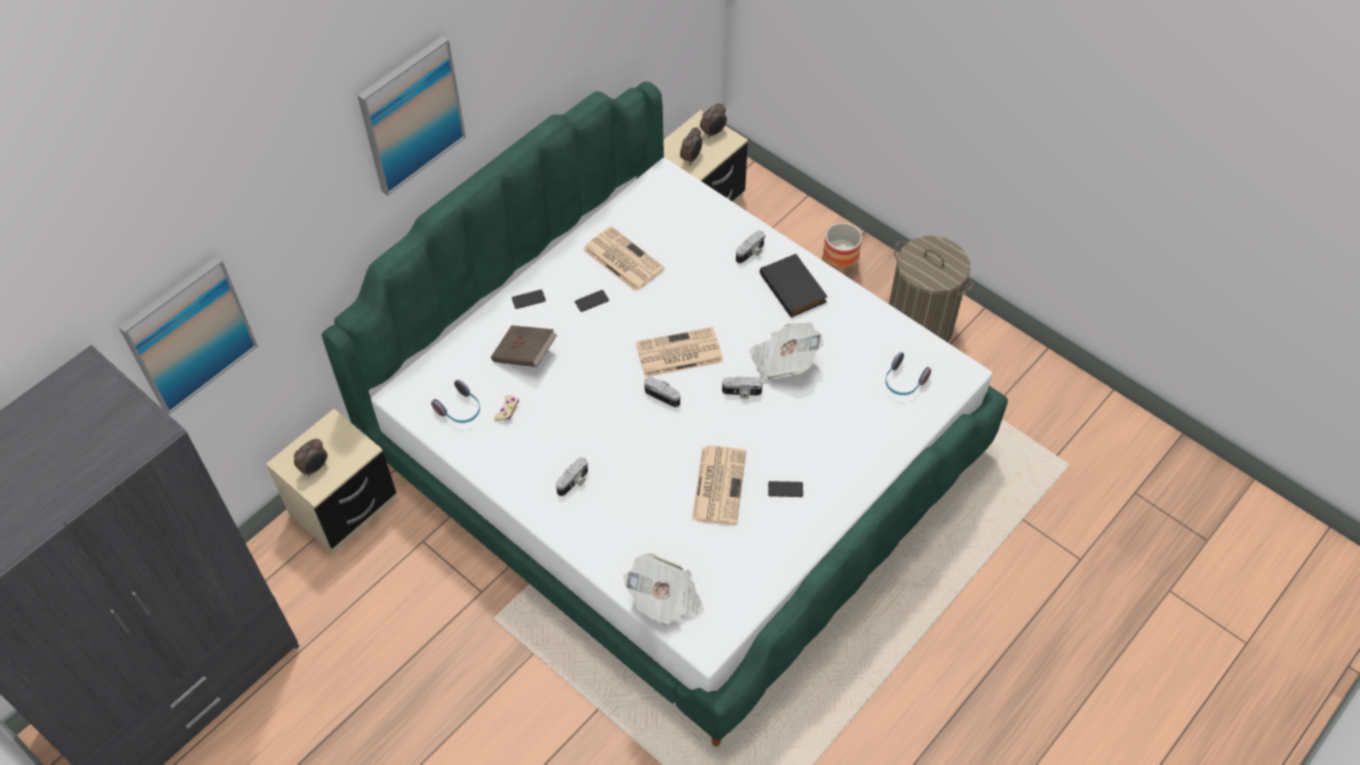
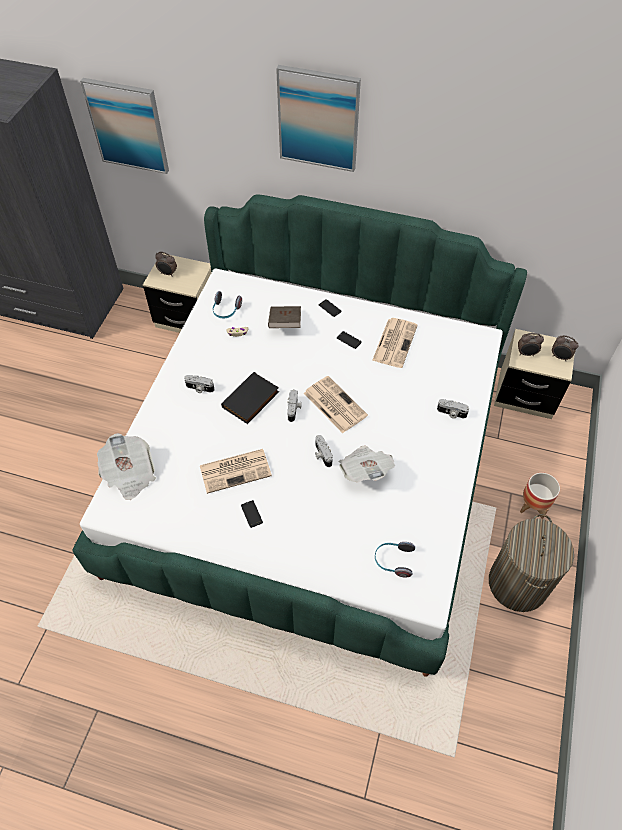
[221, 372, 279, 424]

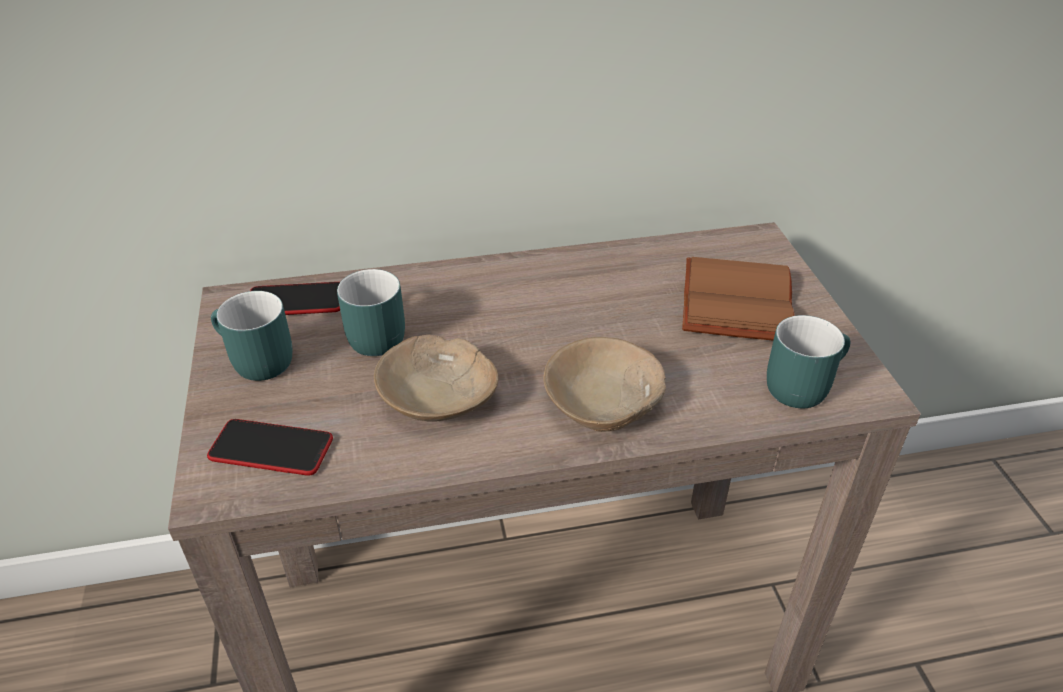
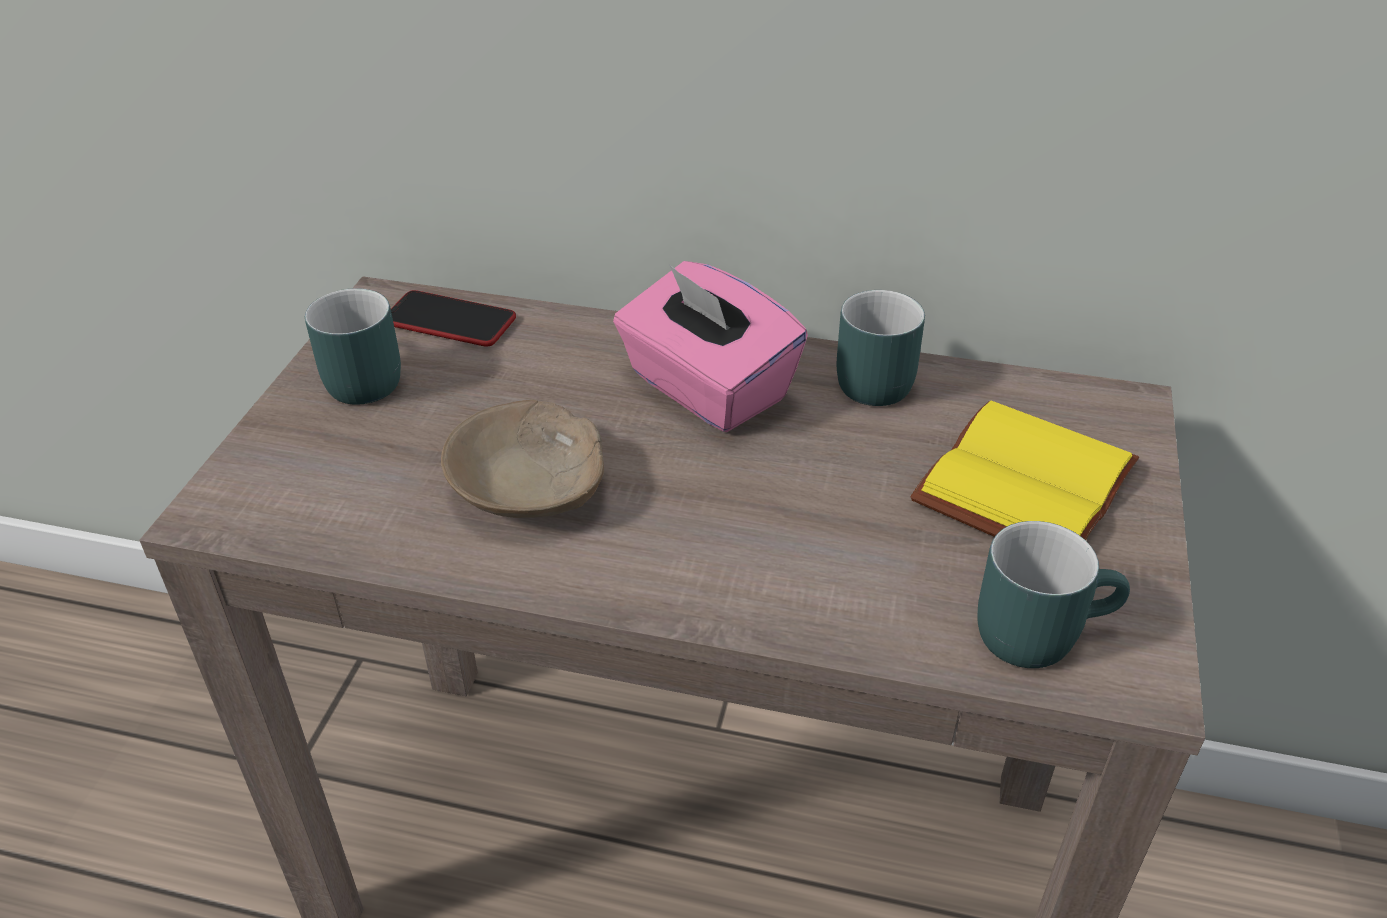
[910, 401, 1139, 540]
[837, 290, 925, 406]
[543, 337, 666, 432] (first image)
[207, 419, 333, 476] (first image)
[613, 261, 808, 432]

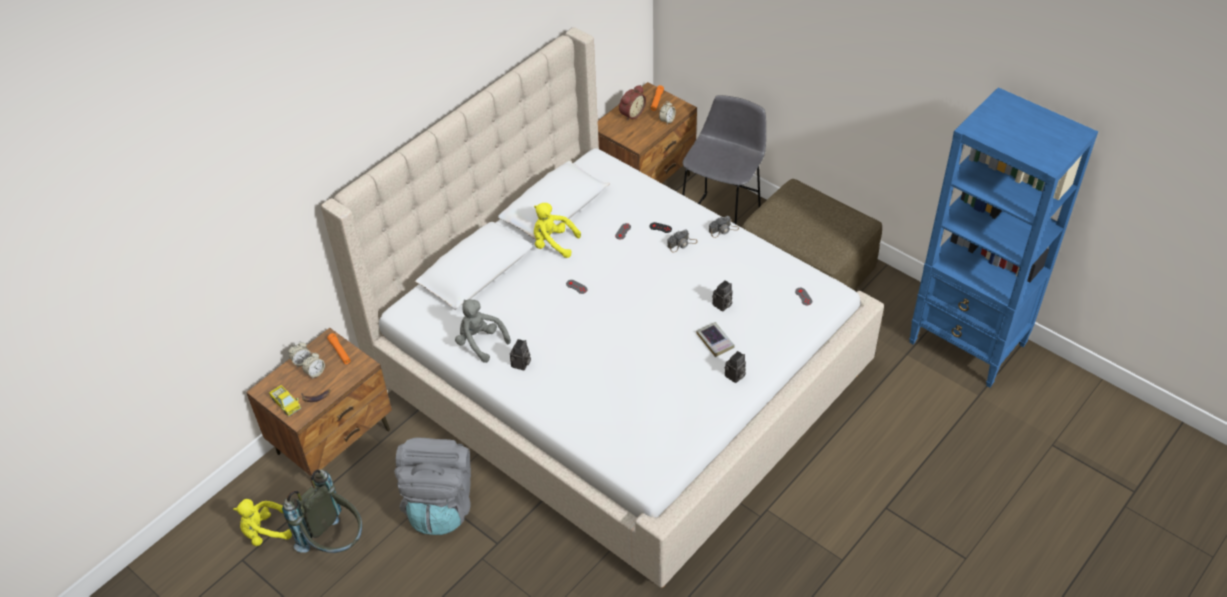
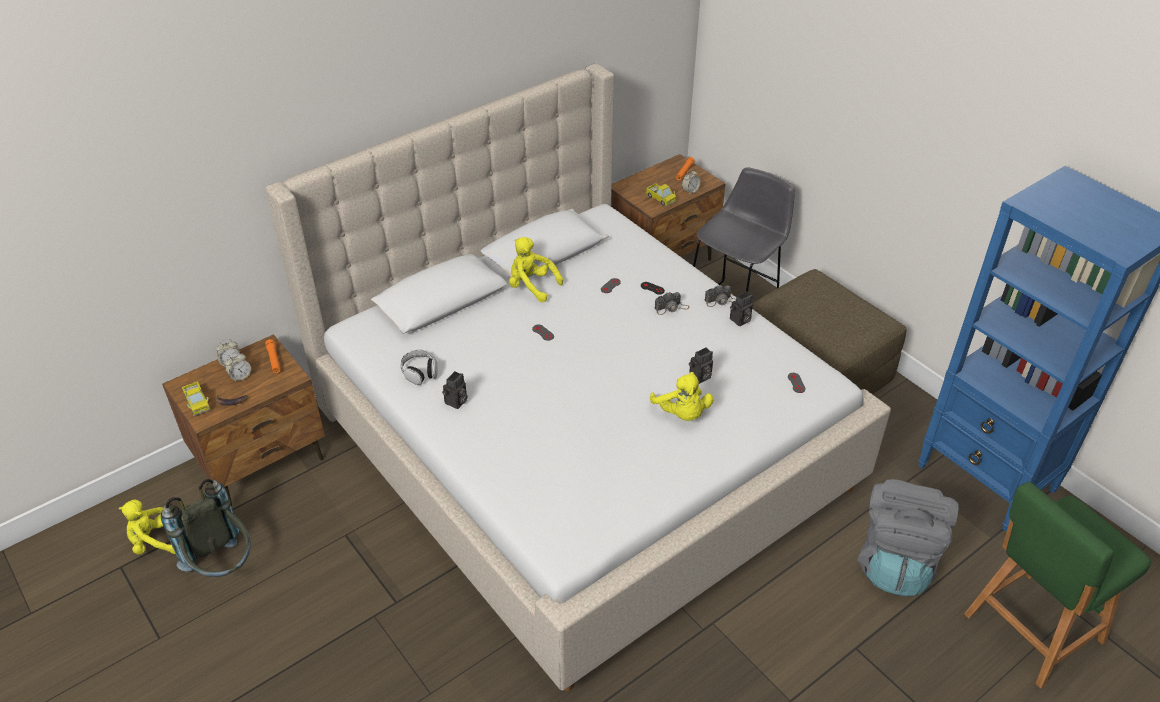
[619, 85, 646, 121] (first image)
[400, 350, 438, 385]
[650, 372, 714, 421]
[730, 291, 753, 326]
[857, 479, 959, 597]
[646, 183, 677, 206]
[964, 482, 1151, 688]

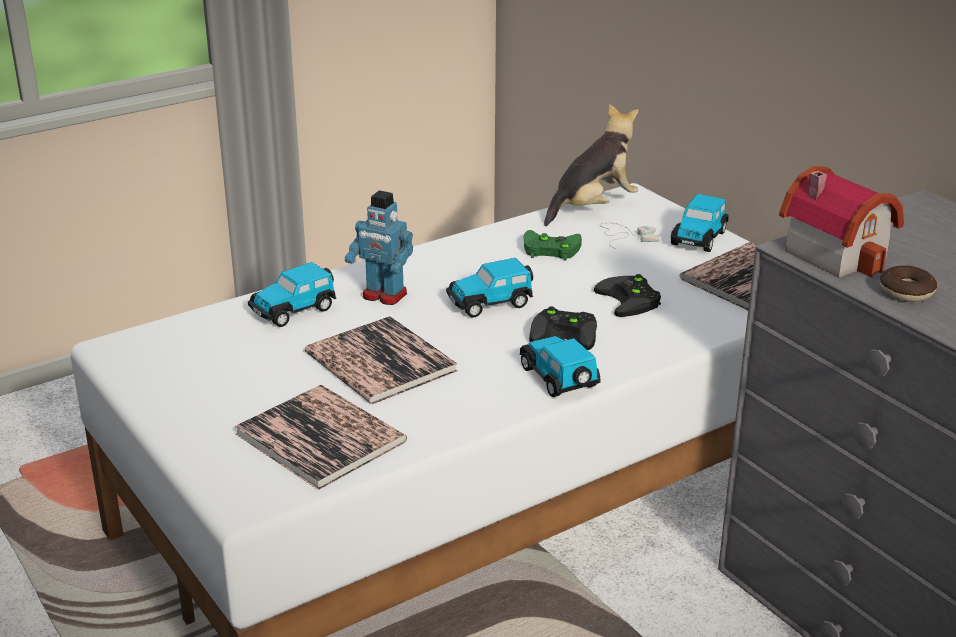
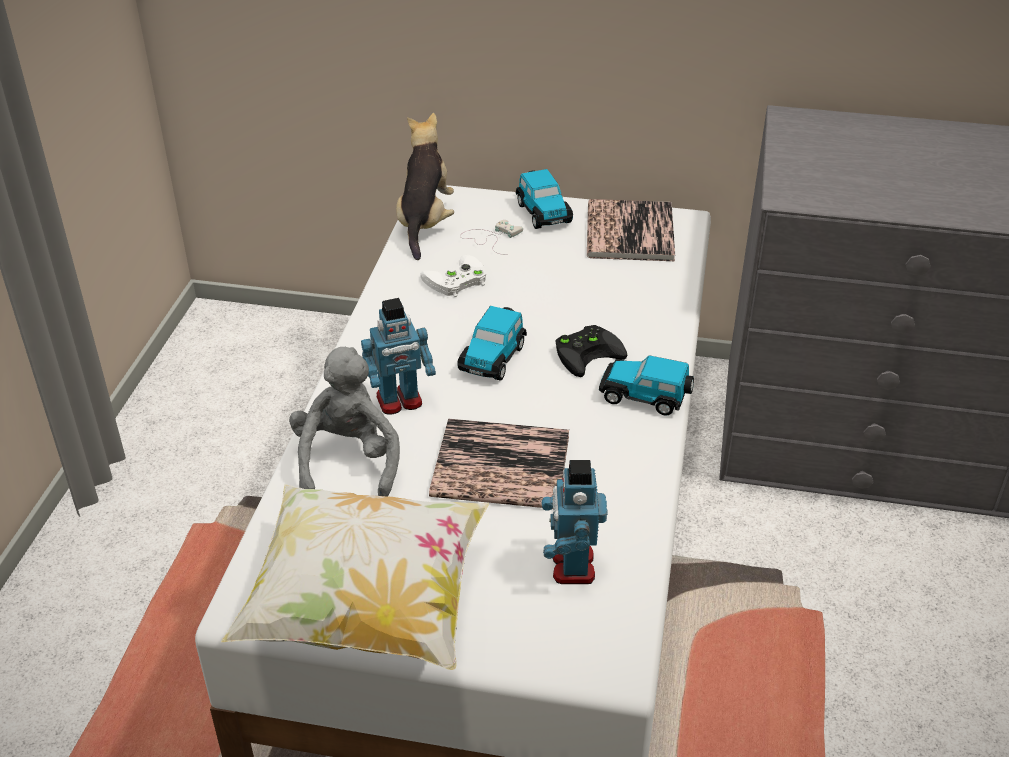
[779, 166, 904, 278] (first image)
[420, 255, 486, 297]
[289, 347, 400, 497]
[880, 265, 937, 302] (first image)
[594, 274, 661, 317] (first image)
[542, 460, 608, 584]
[221, 484, 489, 670]

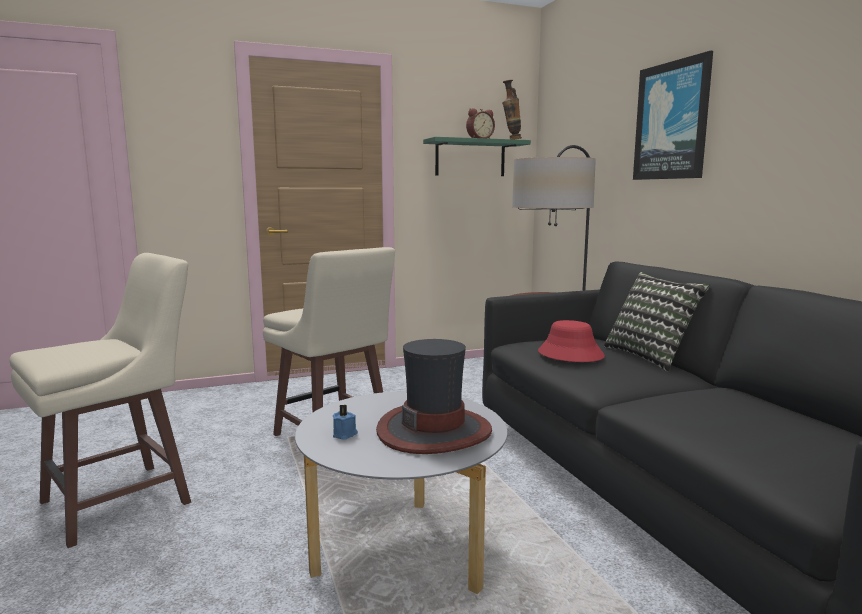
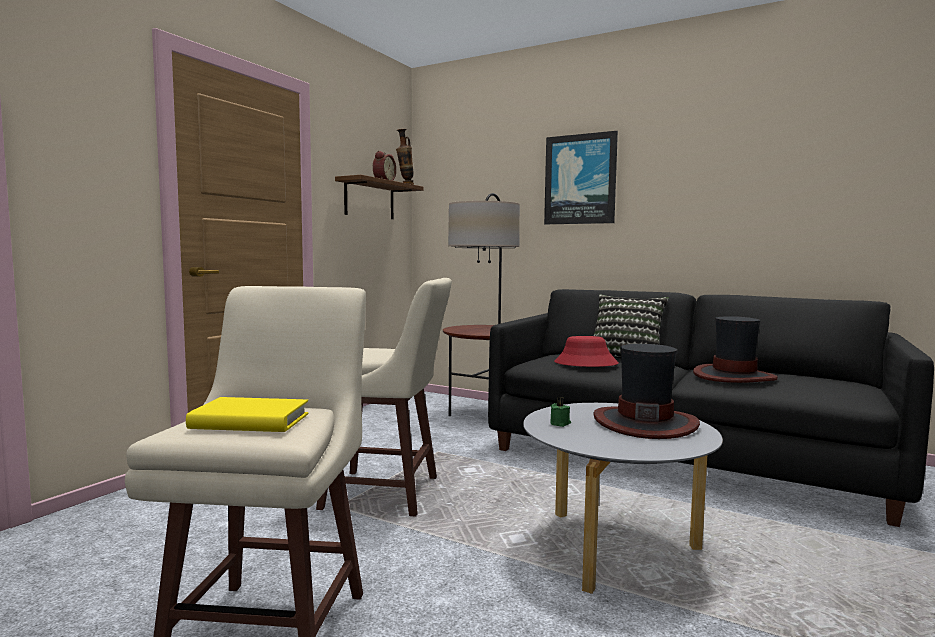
[335, 175, 424, 219]
[333, 404, 358, 440] (first image)
[693, 316, 778, 383]
[186, 397, 309, 432]
[551, 397, 571, 427]

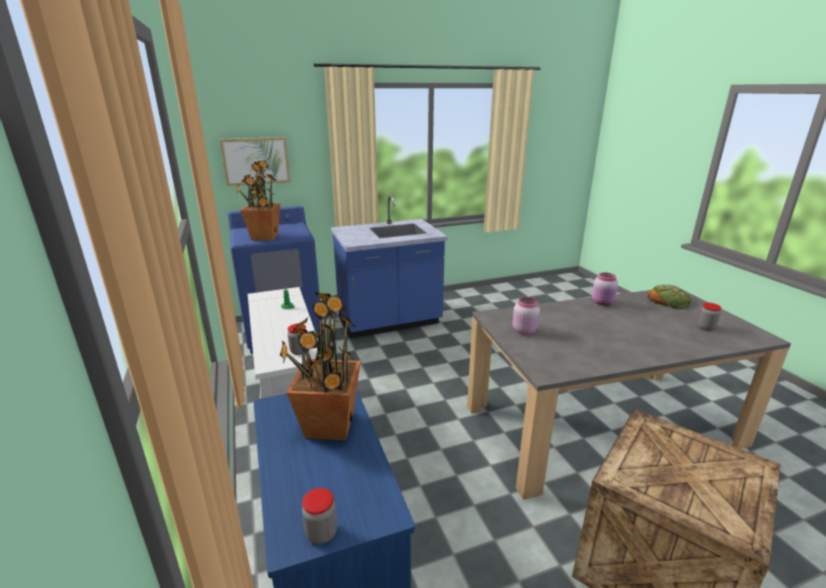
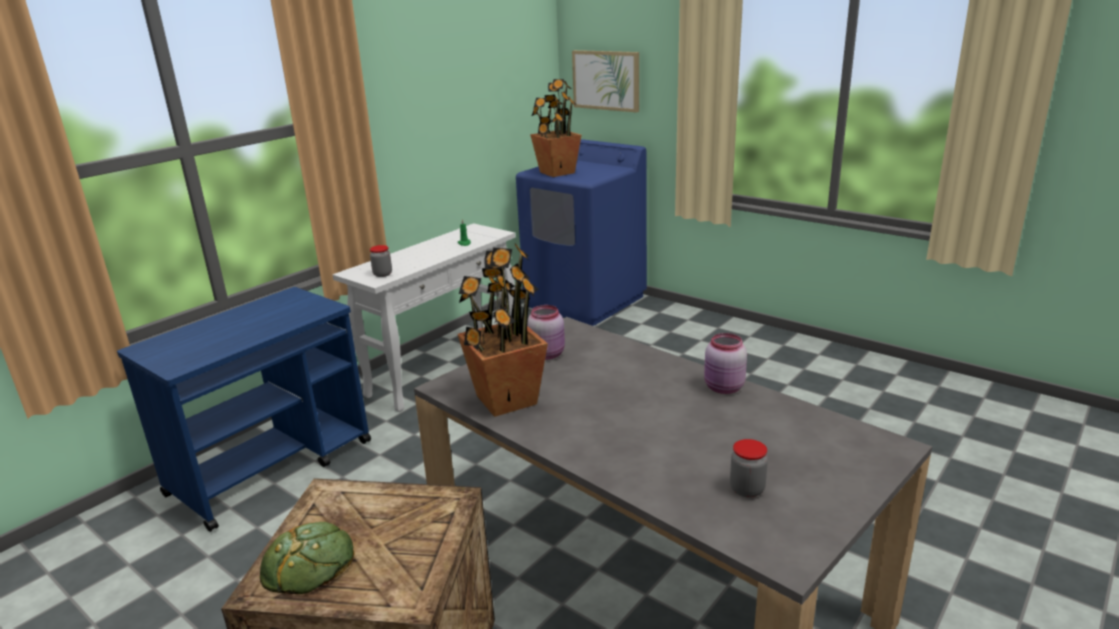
[331, 195, 448, 339] (first image)
[260, 522, 354, 594]
[458, 244, 548, 417]
[302, 488, 337, 544] (first image)

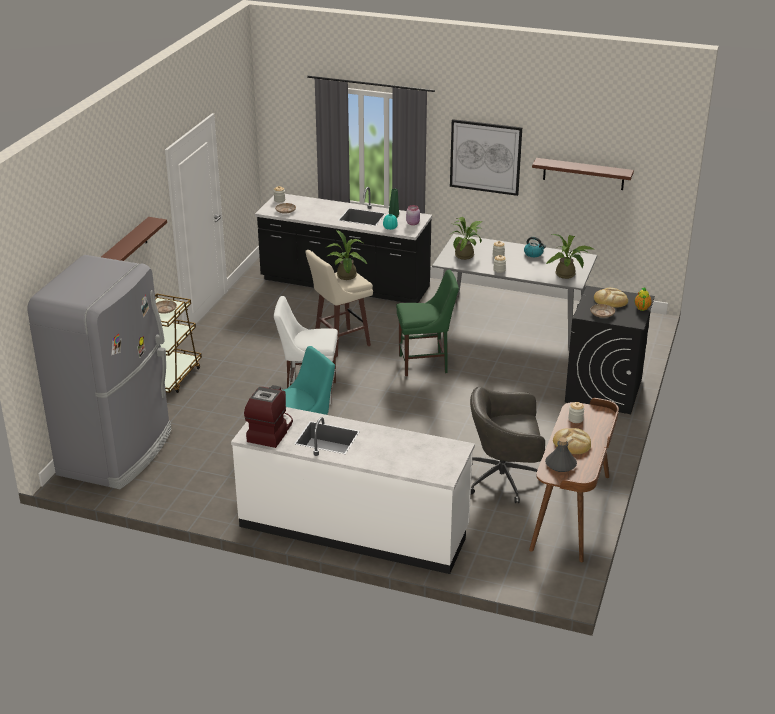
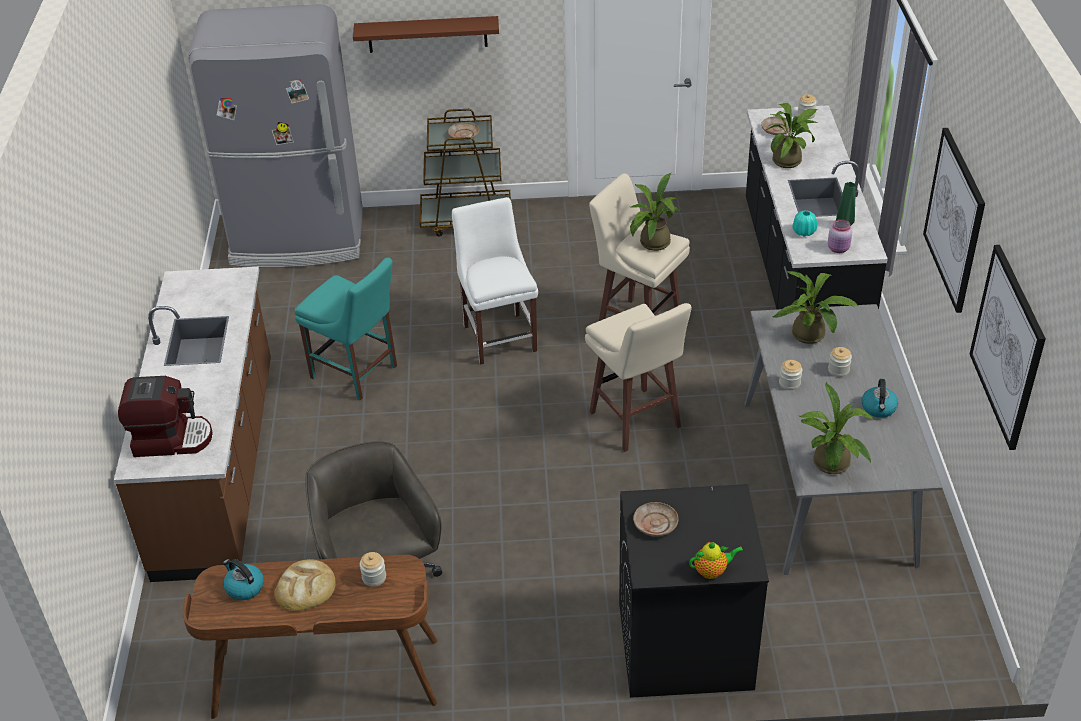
[970, 245, 1046, 450]
[585, 303, 692, 452]
[594, 288, 628, 308] (first image)
[118, 376, 212, 457]
[114, 267, 271, 582]
[223, 559, 264, 600]
[766, 103, 818, 168]

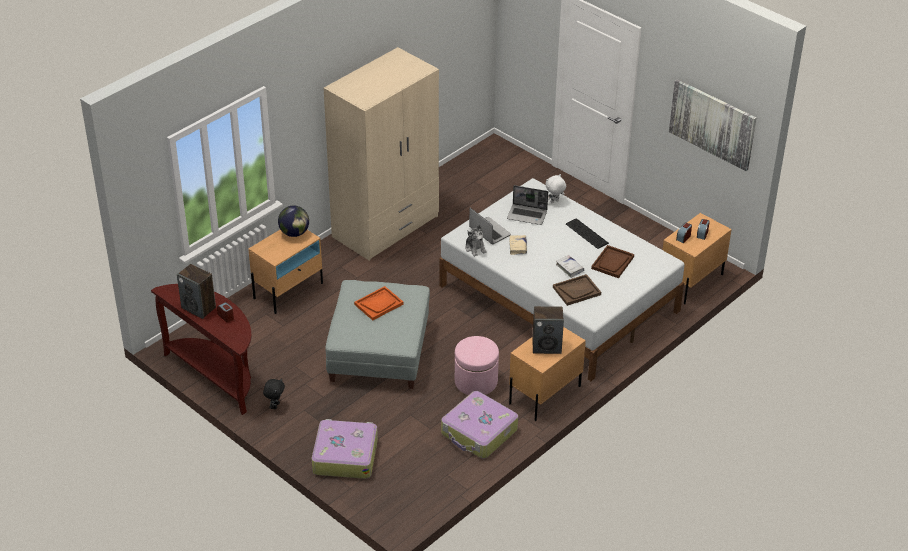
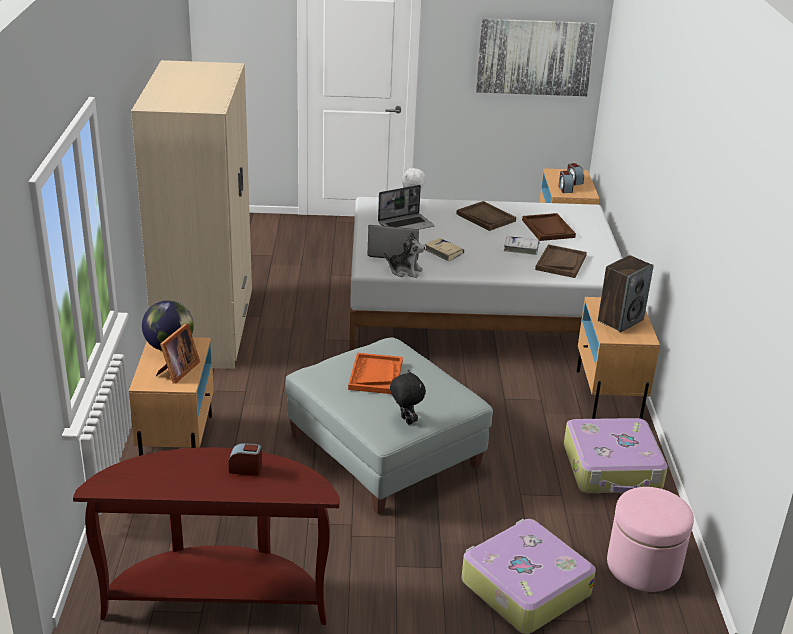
[457, 201, 516, 231]
[177, 264, 216, 319] (first image)
[607, 487, 694, 592]
[390, 370, 426, 425]
[156, 323, 200, 384]

